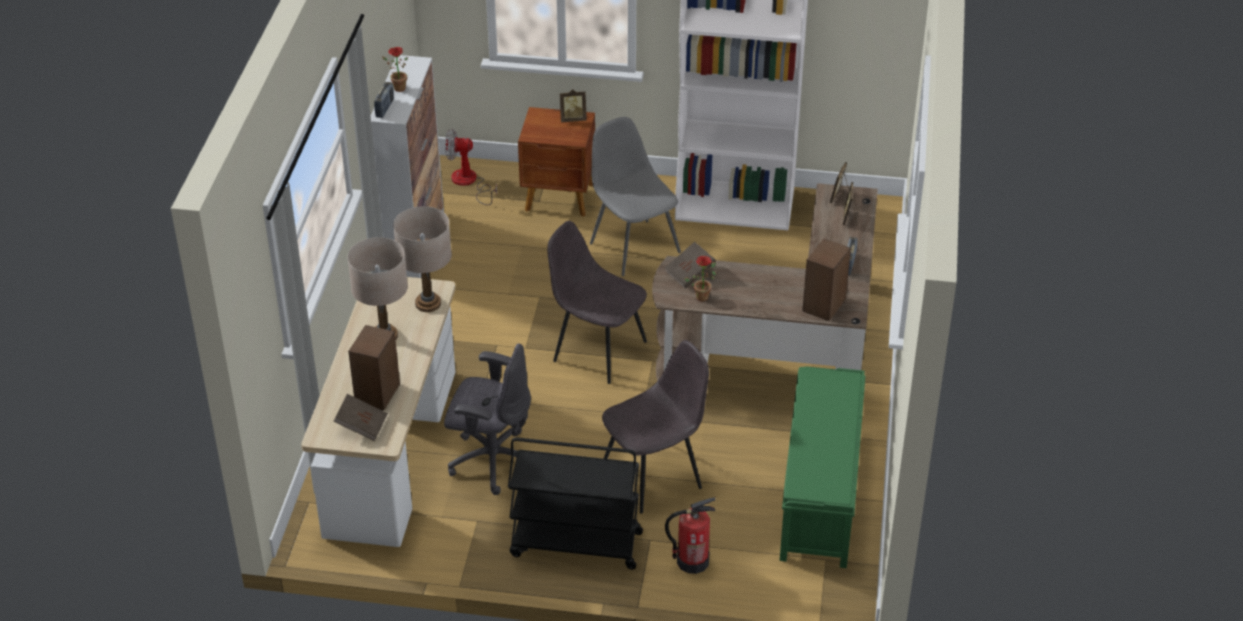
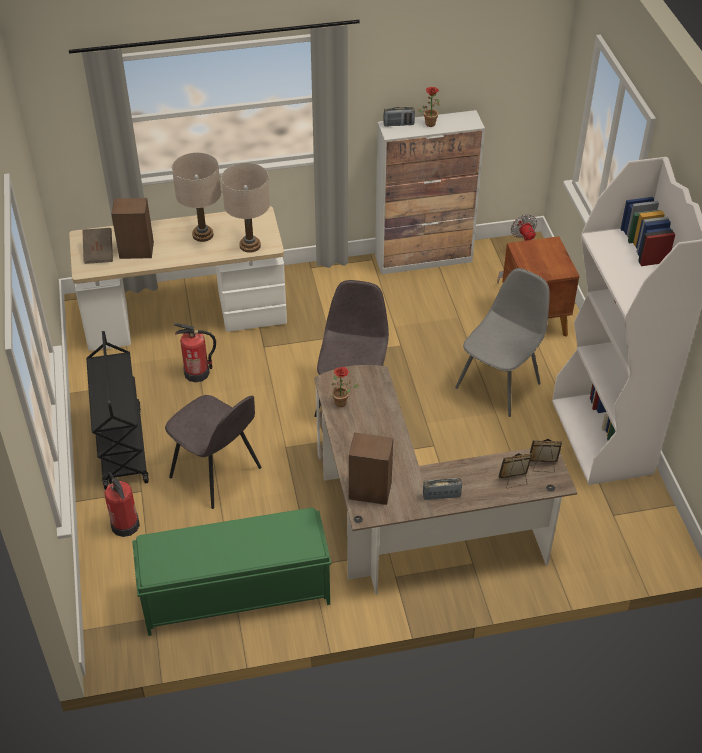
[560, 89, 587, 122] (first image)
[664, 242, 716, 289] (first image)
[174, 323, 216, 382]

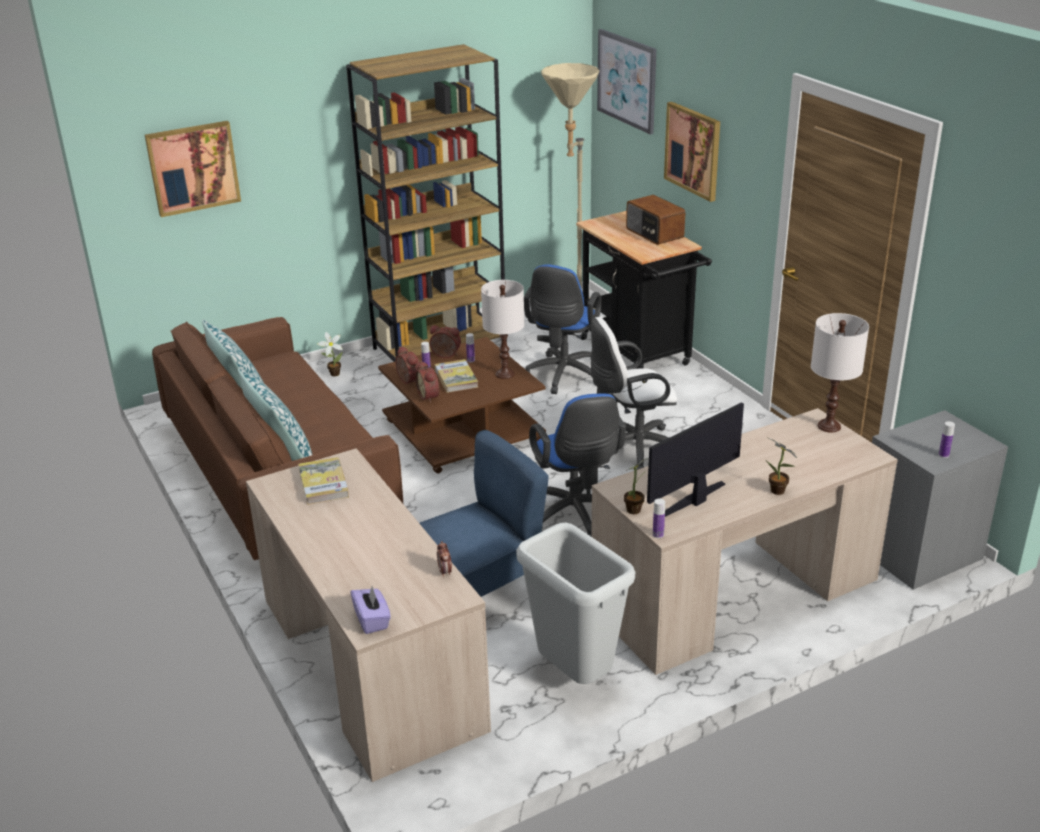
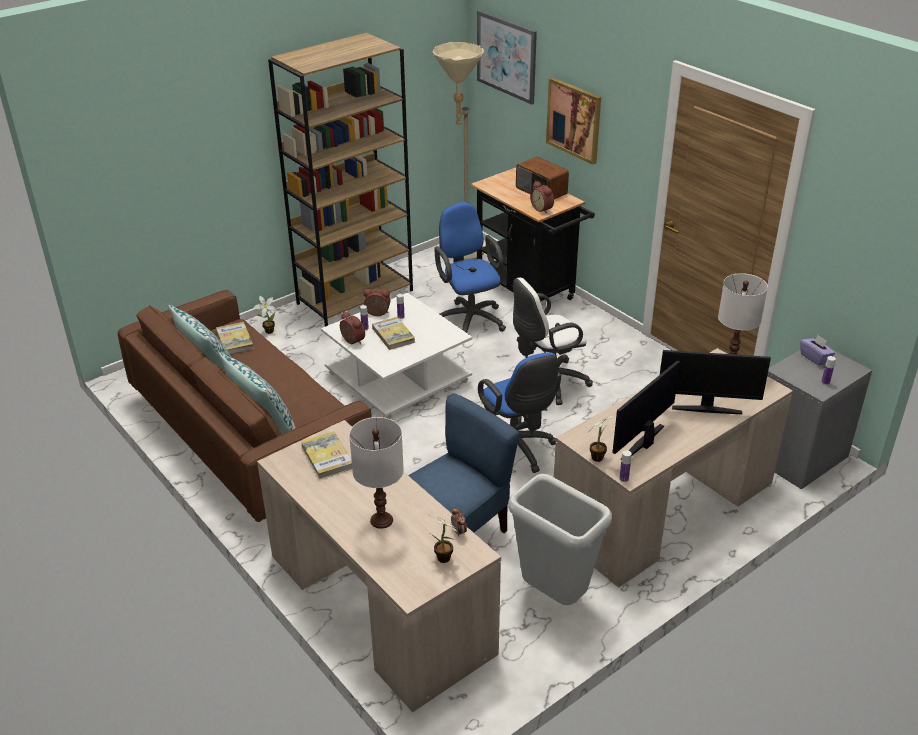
[145, 121, 241, 217] (first image)
[434, 202, 506, 333]
[349, 417, 404, 529]
[321, 293, 472, 419]
[530, 181, 554, 214]
[429, 515, 458, 563]
[800, 335, 835, 366]
[216, 322, 254, 354]
[660, 350, 771, 414]

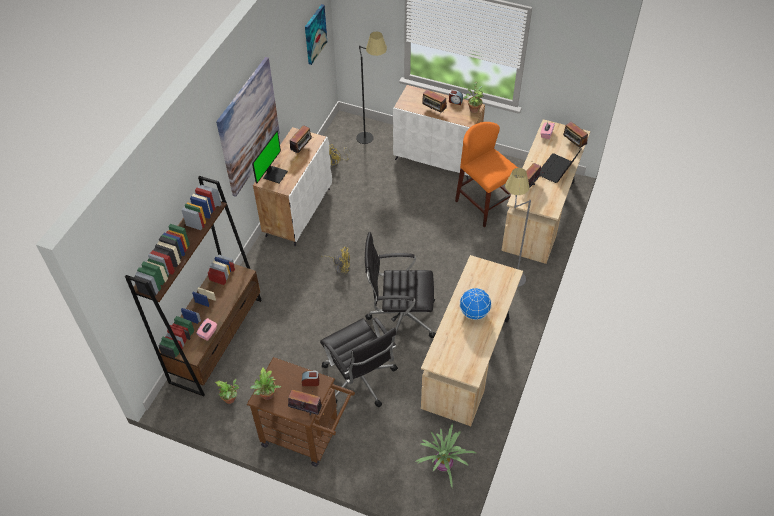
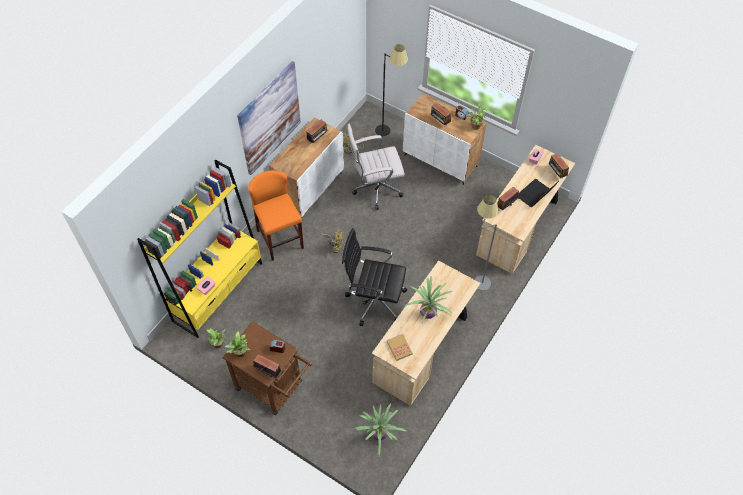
[305, 4, 327, 65] (first image)
[248, 170, 304, 261]
[252, 130, 288, 183] (first image)
[137, 160, 262, 338]
[404, 276, 453, 323]
[320, 317, 398, 407] (first image)
[347, 124, 405, 210]
[387, 334, 413, 361]

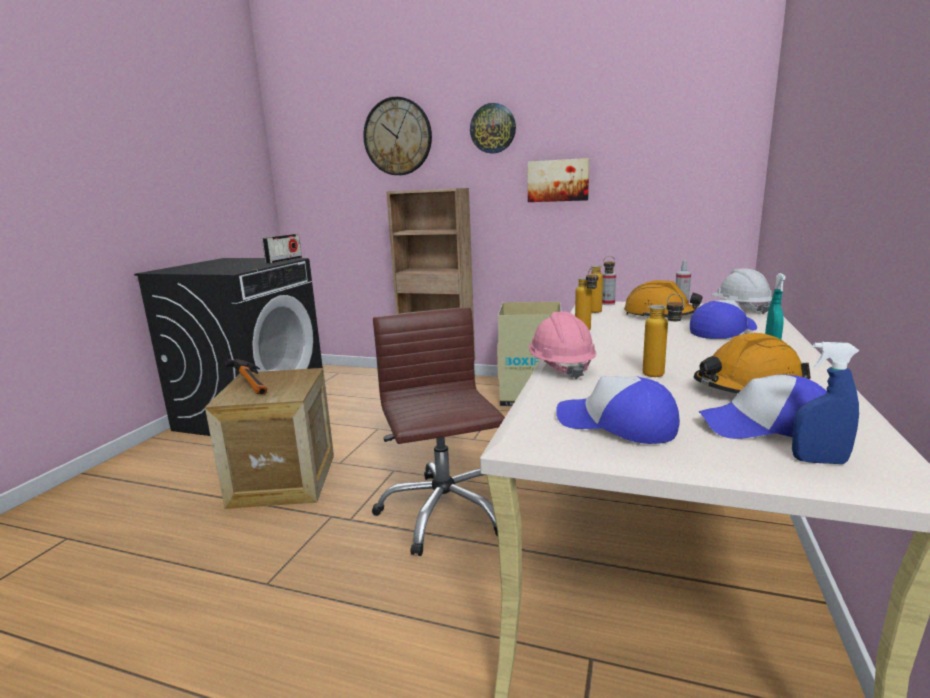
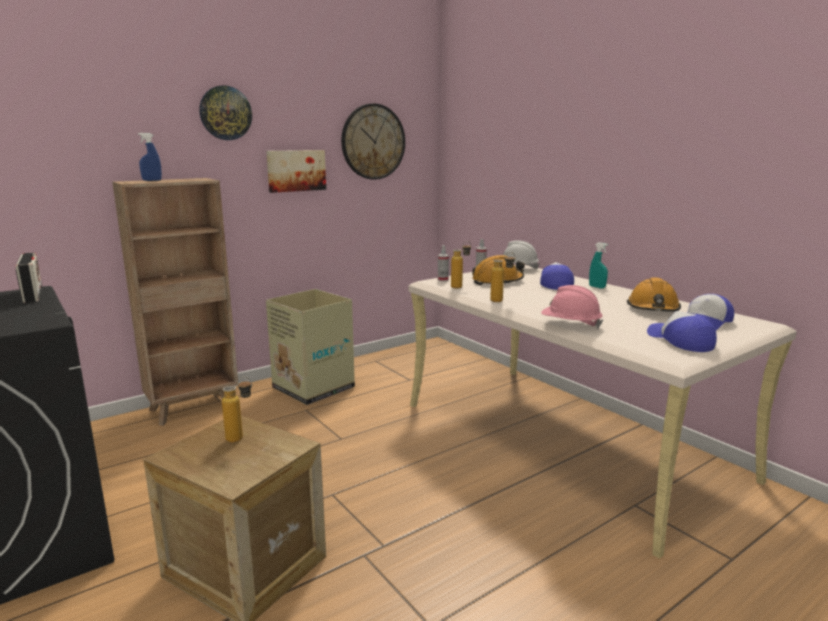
[341, 103, 405, 180]
[222, 377, 252, 443]
[372, 307, 505, 556] (first image)
[138, 133, 162, 181]
[224, 359, 268, 395] (first image)
[647, 311, 717, 352]

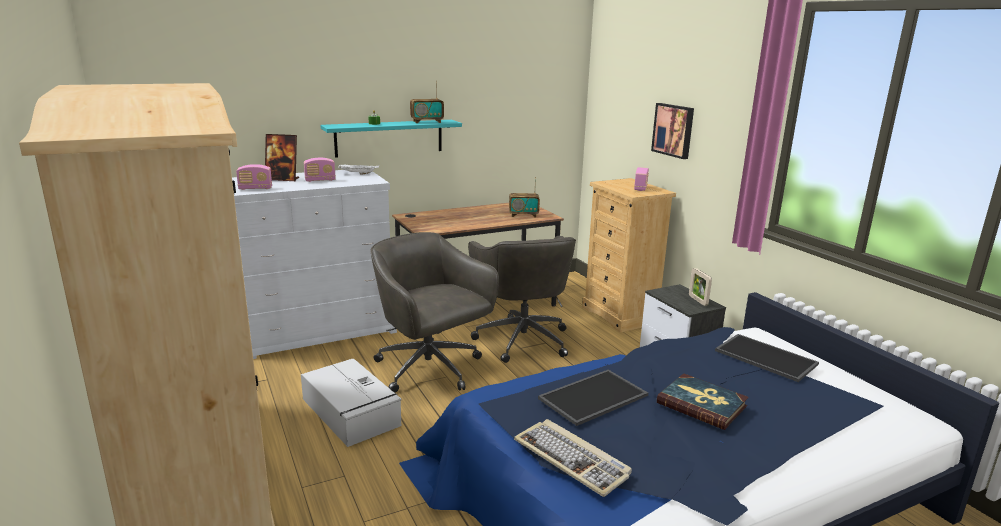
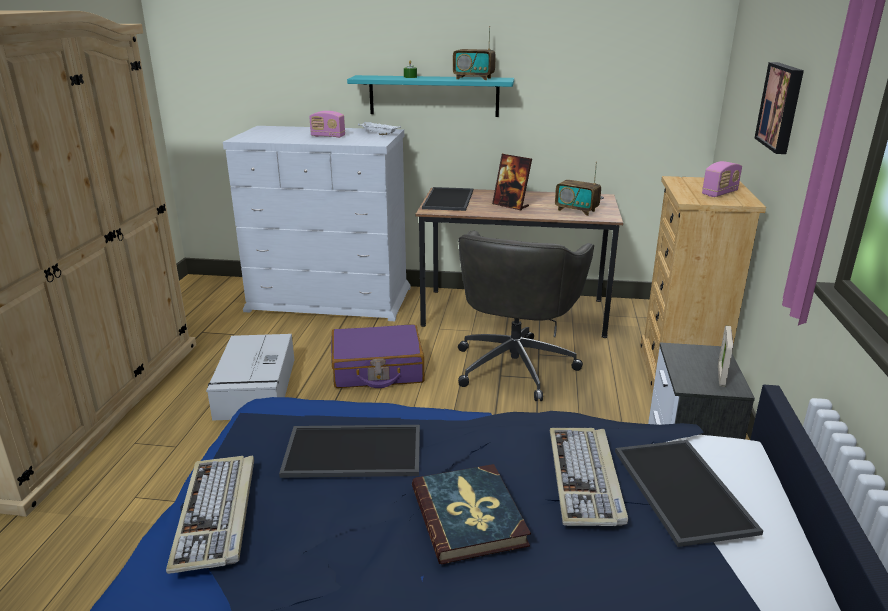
[492, 154, 532, 211]
[236, 164, 272, 190] (first image)
[331, 324, 424, 388]
[422, 187, 473, 211]
[550, 428, 628, 526]

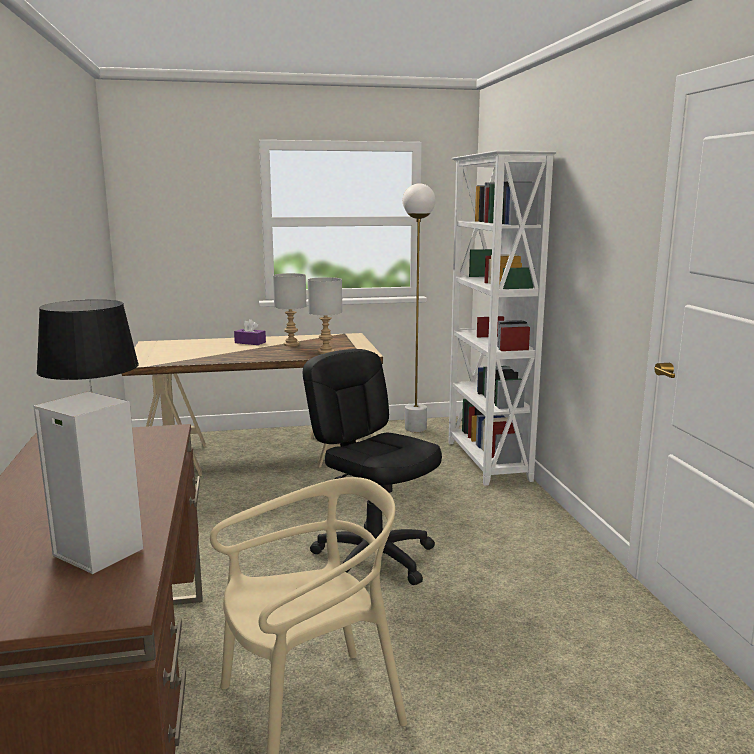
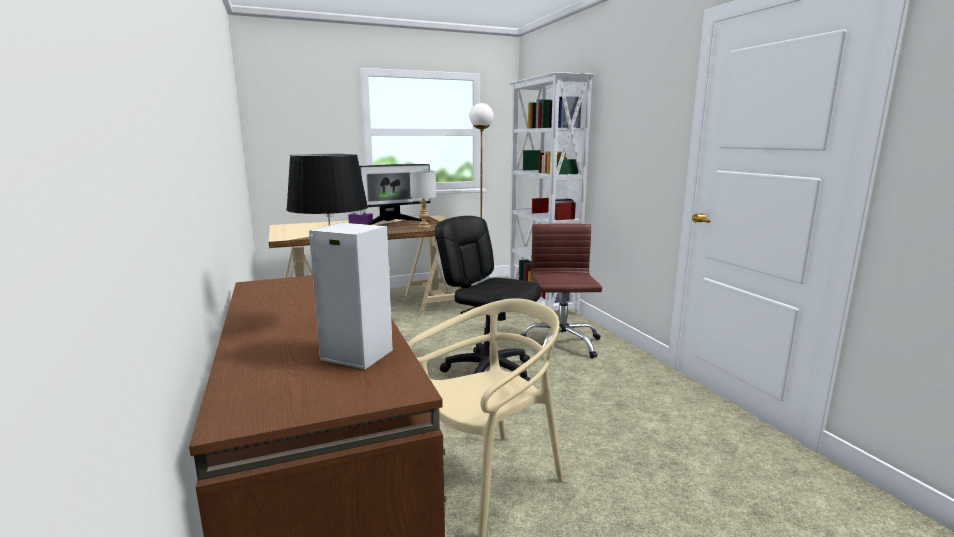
[359, 164, 431, 225]
[520, 224, 602, 359]

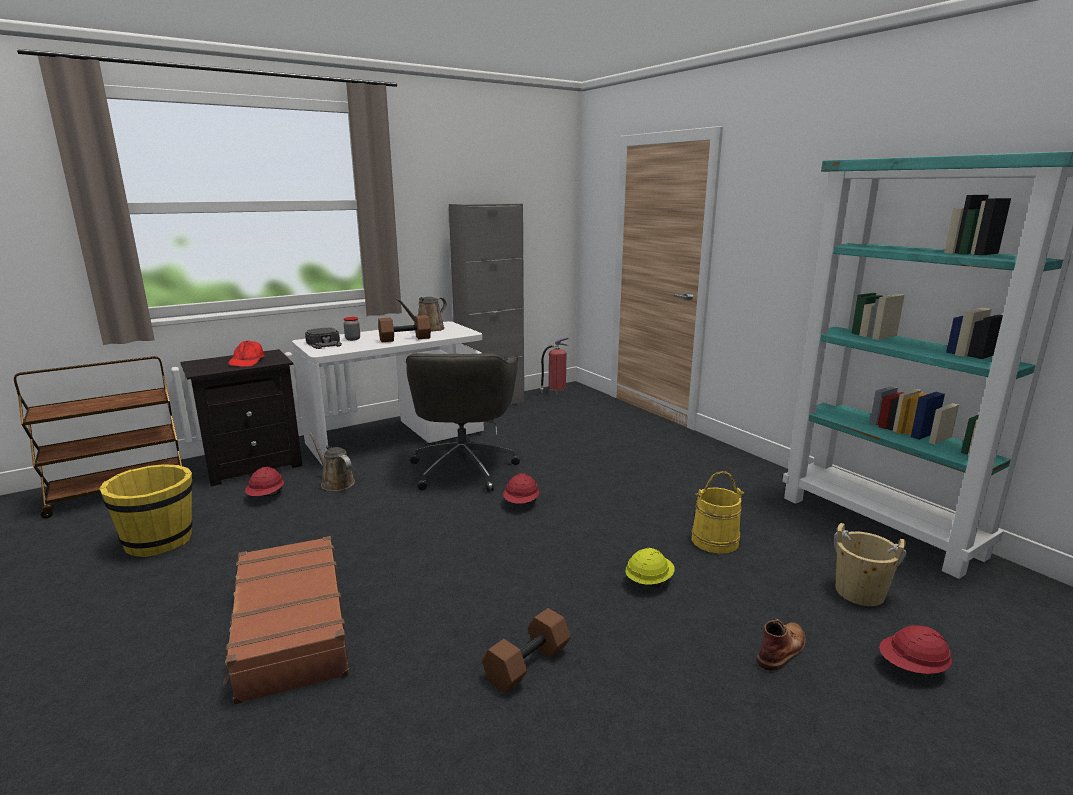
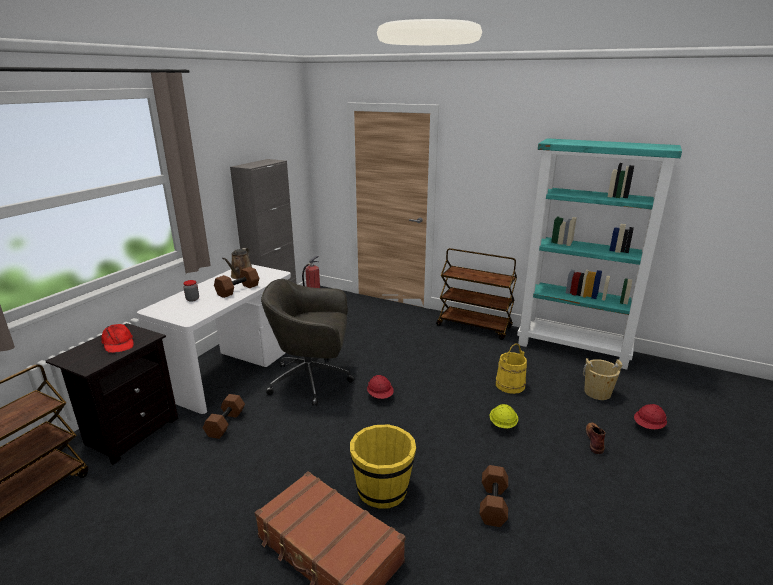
[305, 327, 342, 349] (first image)
[261, 279, 355, 406]
[203, 394, 245, 439]
[350, 424, 416, 509]
[245, 467, 284, 496] (first image)
[436, 248, 517, 340]

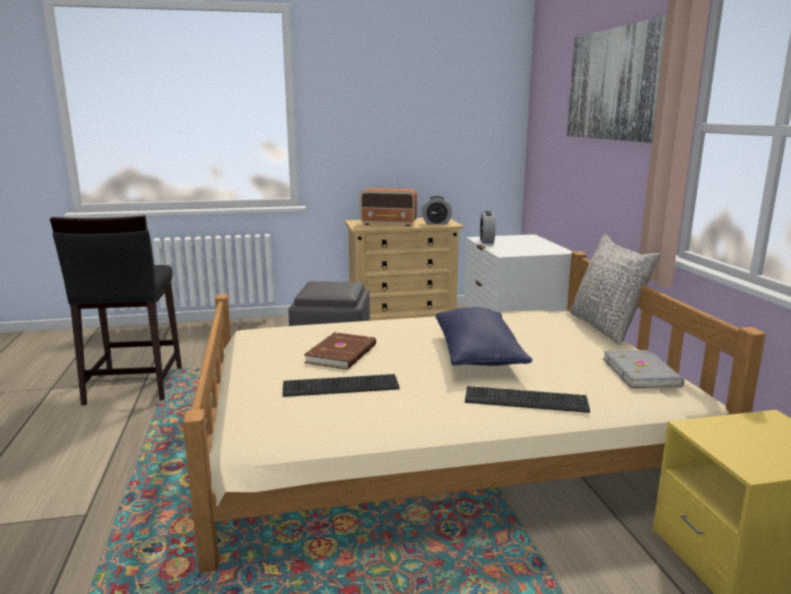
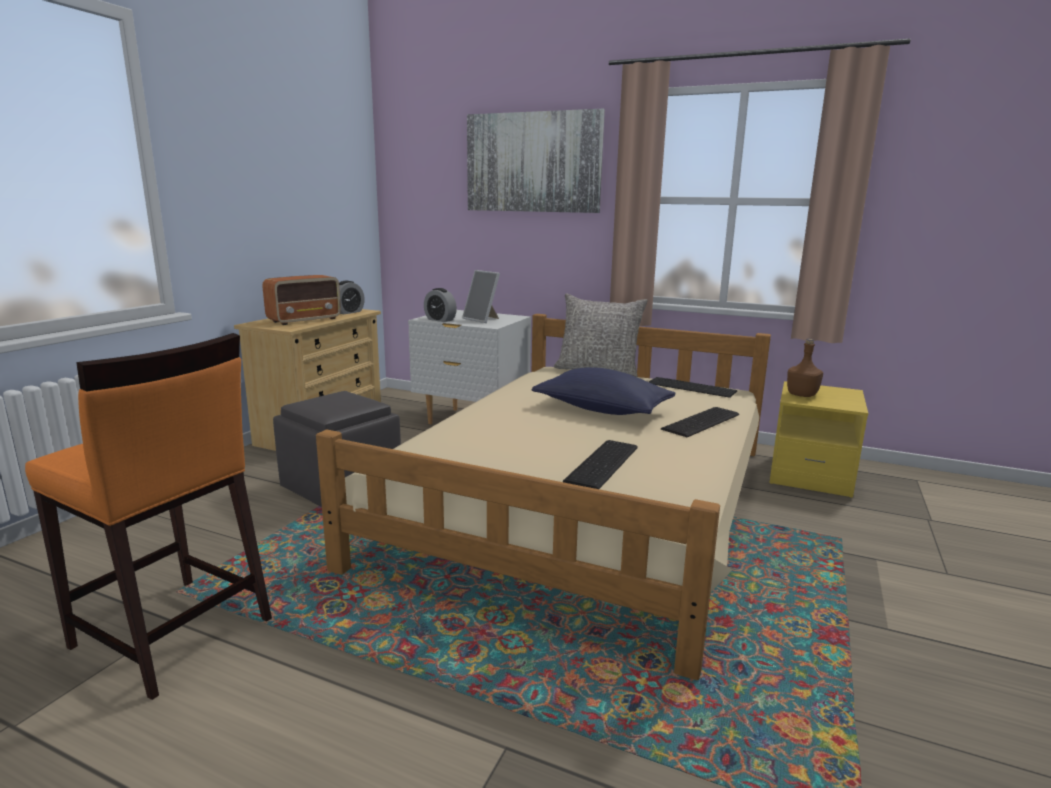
[25, 333, 272, 700]
[304, 332, 376, 369] (first image)
[649, 377, 737, 398]
[462, 270, 500, 323]
[787, 339, 823, 397]

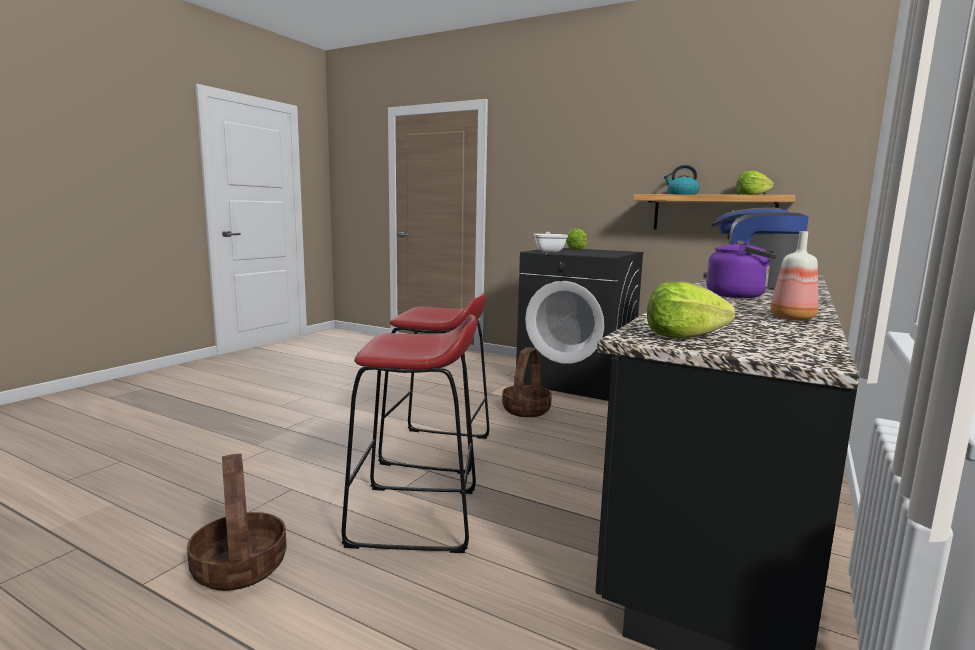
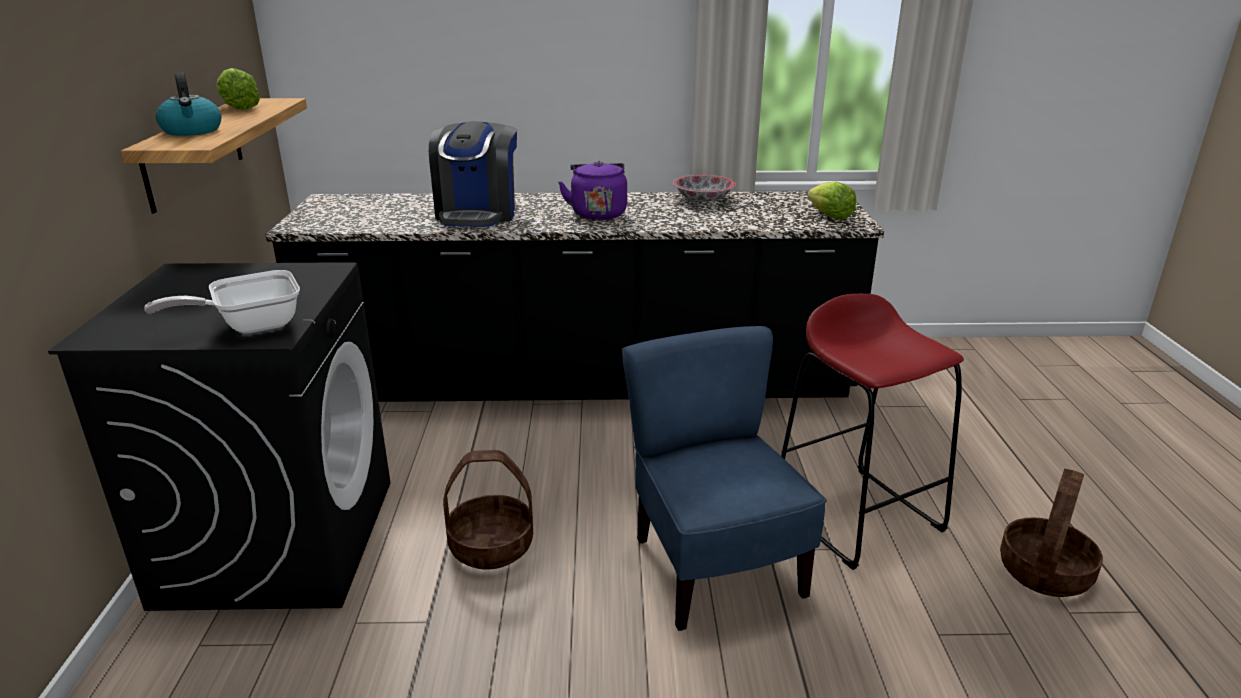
[566, 228, 587, 250] (first image)
[673, 175, 736, 202]
[622, 326, 827, 631]

